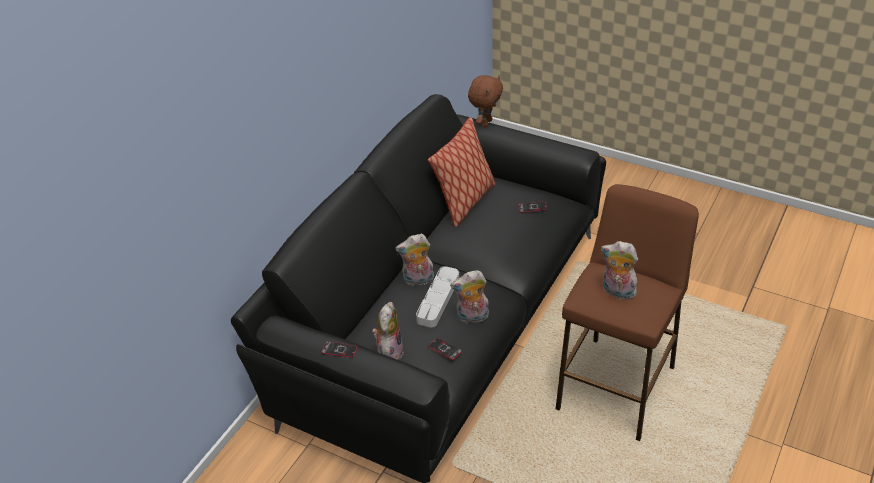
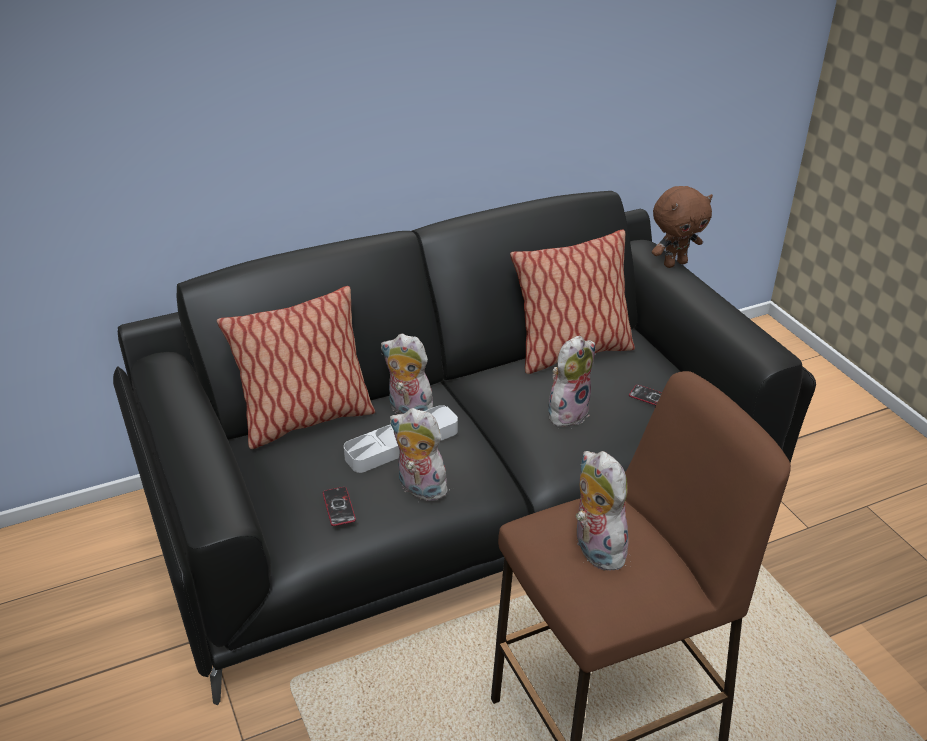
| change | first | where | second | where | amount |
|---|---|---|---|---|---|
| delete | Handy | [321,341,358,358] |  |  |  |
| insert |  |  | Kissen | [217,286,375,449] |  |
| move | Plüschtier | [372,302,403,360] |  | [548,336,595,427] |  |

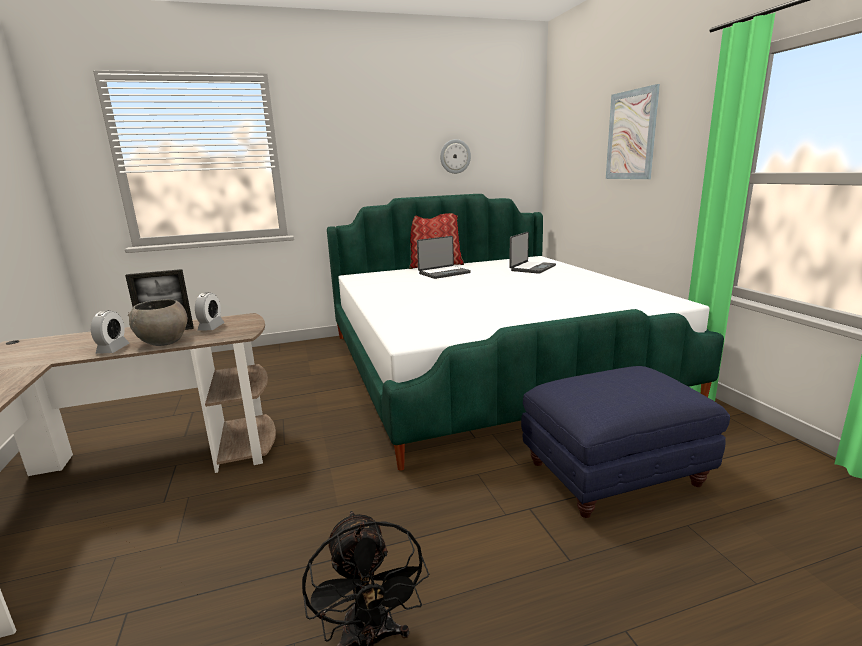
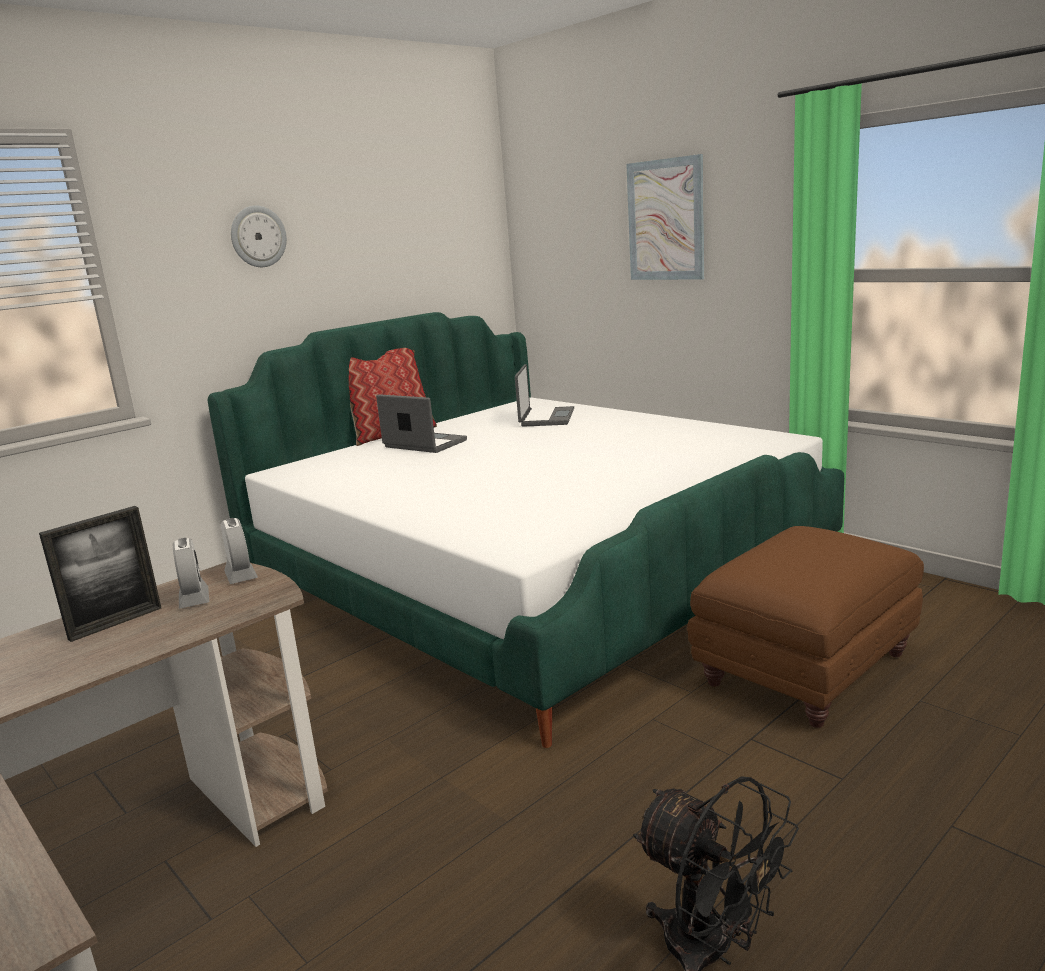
| change | first | where | second | where | amount |
|---|---|---|---|---|---|
| delete | Schüssel [grau] | [128,299,188,346] |  |  |  |
| move | Wecker | [91,310,129,354] |  | [221,518,258,584] |  |
| move | Wanduhr | [440,139,471,174] |  | [231,206,287,267] |  |
| recolor | Polsterhocker [blau] | [521,366,730,518] | Polsterhocker [braun] | [687,526,924,728] |  |
| rotate | Laptop | [417,236,471,279] |  | [376,394,467,453] | 90 degrees counterclockwise |

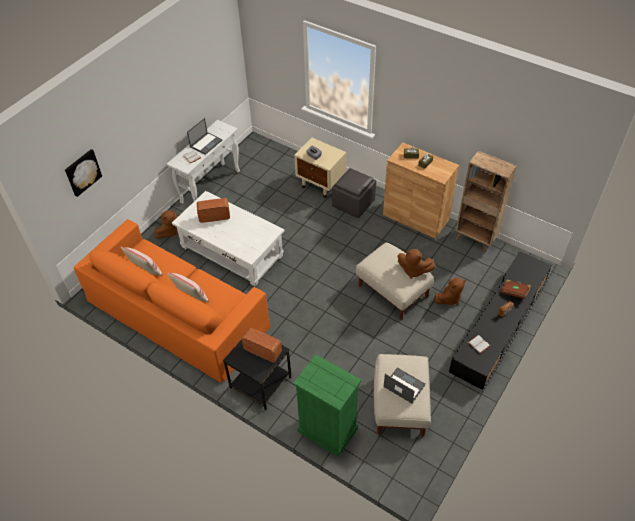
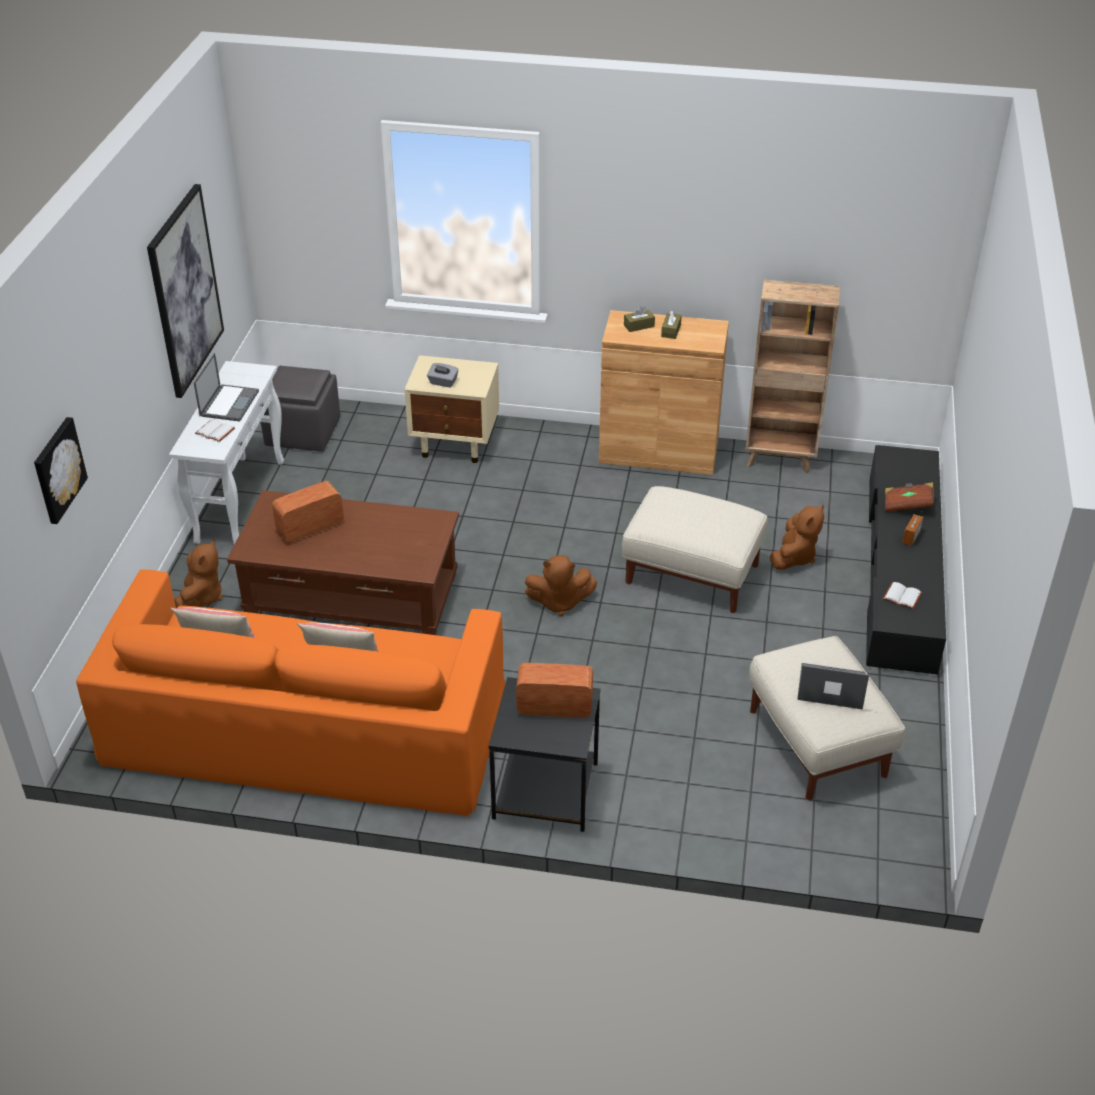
| change | first | where | second | where | amount |
|---|---|---|---|---|---|
| delete | Kommode [grün] | [293,354,361,457] |  |  |  |
| insert |  |  | Bild | [147,184,224,398] |  |
| move | Polsterhocker [grau] | [332,168,376,218] |  | [261,366,340,452] |  |
| move | Plüschtier [braun] | [397,249,436,279] |  | [525,555,597,616] |  |
| recolor | Couchtisch [weiß] | [172,191,284,286] | Couchtisch [braun] | [227,490,459,635] |  |

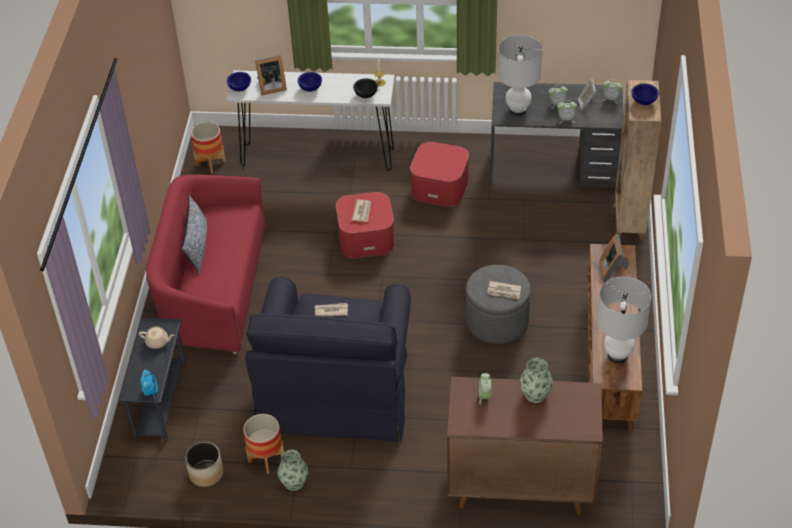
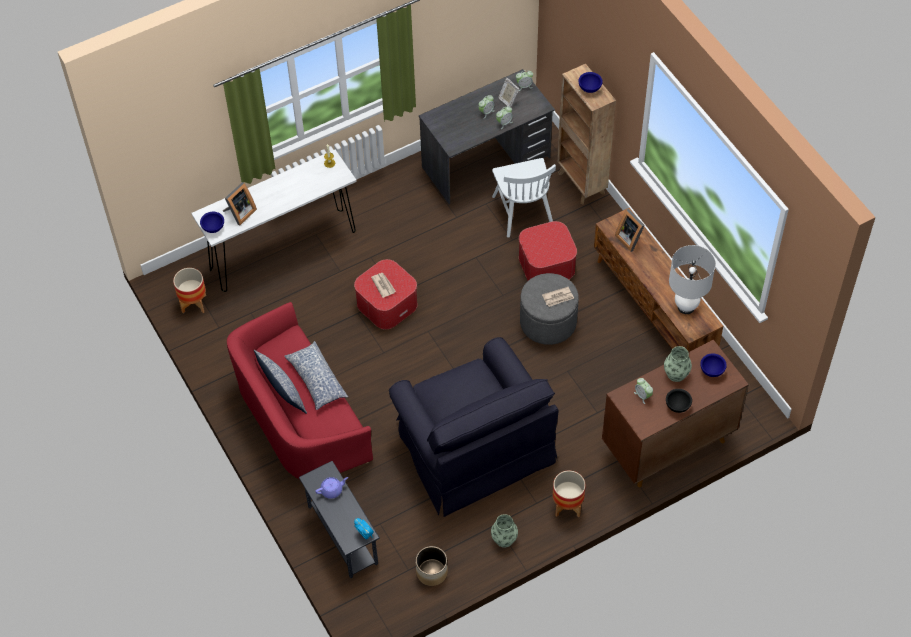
| change | first | where | second | where | amount |
|---|---|---|---|---|---|
| delete | Zeitung | [315,303,348,316] |  |  |  |
| delete | Tischlampe [weiß] | [498,35,543,116] |  |  |  |
| insert |  |  | Kissen | [284,341,348,410] |  |
| insert |  |  | Stuhl [weiß] | [492,158,556,238] |  |
| move | Pflanzkübel | [243,414,284,474] |  | [553,471,585,517] |  |
| move | Schüssel [blau] | [298,72,322,92] |  | [700,353,727,377] |  |
| move | Schüssel [schwarz] | [353,78,378,98] |  | [666,389,692,413] |  |
| move | Polsterhocker | [410,142,469,207] |  | [519,221,577,281] |  |
| recolor | Teekanne [beige] | [139,326,174,349] | Teekanne [lila] | [315,477,348,499] |  |

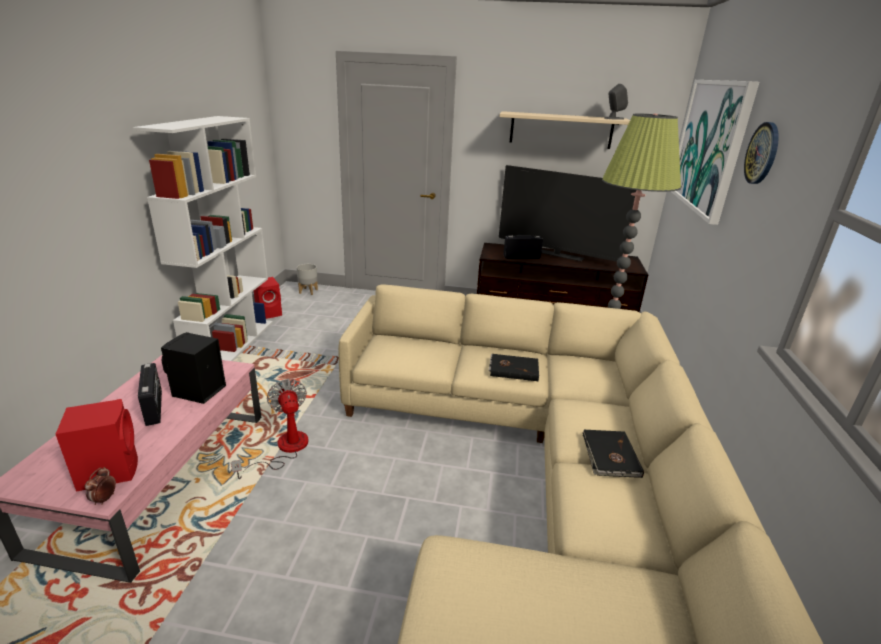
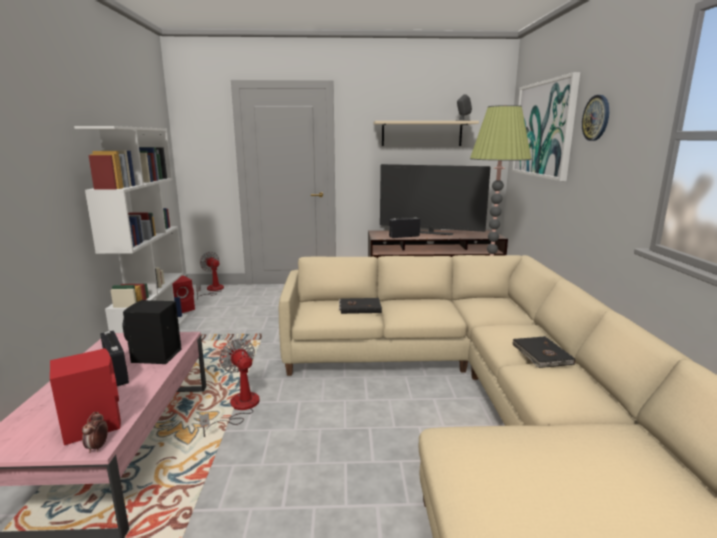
| change | first | where | second | where | amount |
|---|---|---|---|---|---|
| move | Buch [schwarz] | [489,354,539,381] |  | [339,298,382,314] |  |
| replace | Pflanzkübel [grau] | [297,264,318,295] | Ventilator | [196,252,224,300] |  |

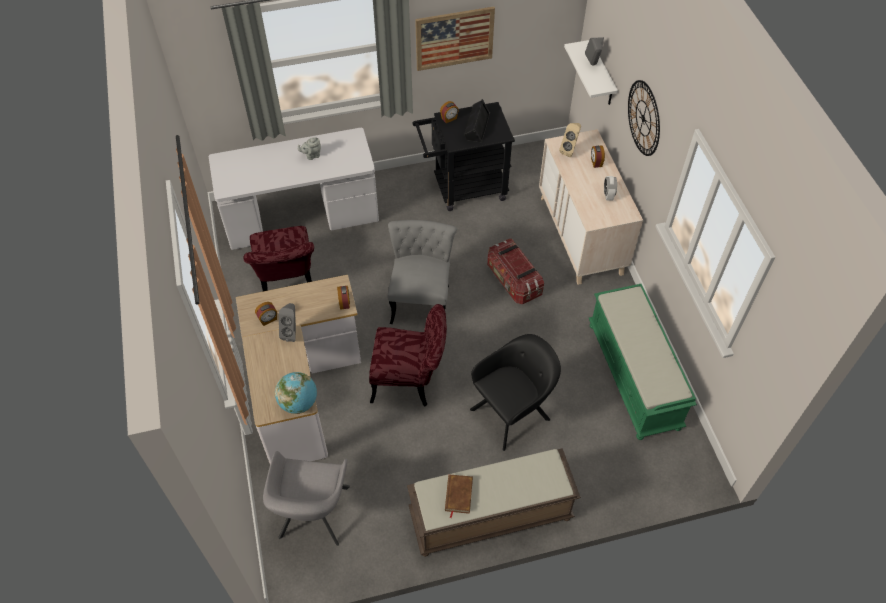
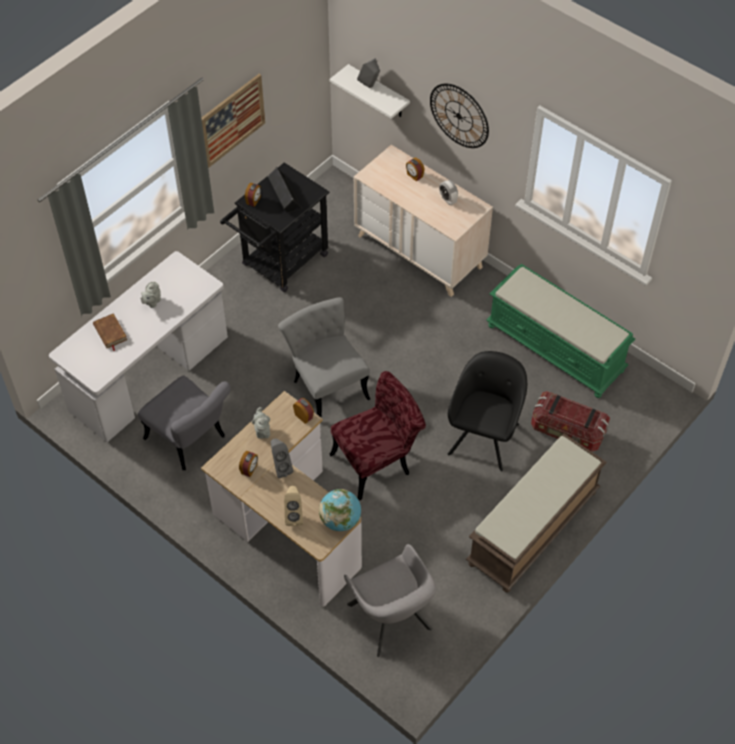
| change | first | where | second | where | amount |
|---|---|---|---|---|---|
| insert |  |  | Teekanne [grau] | [252,407,270,439] |  |
| move | Buch [braun] | [445,474,473,518] |  | [93,313,127,351] |  |
| move | Aufbewahrungsbox | [487,239,544,304] |  | [531,391,610,452] |  |
| move | Lautsprecher [beige] | [559,123,581,157] |  | [284,486,303,527] |  |
| recolor | Stuhl [rot] | [244,226,314,291] | Stuhl [grau] | [138,375,231,470] |  |

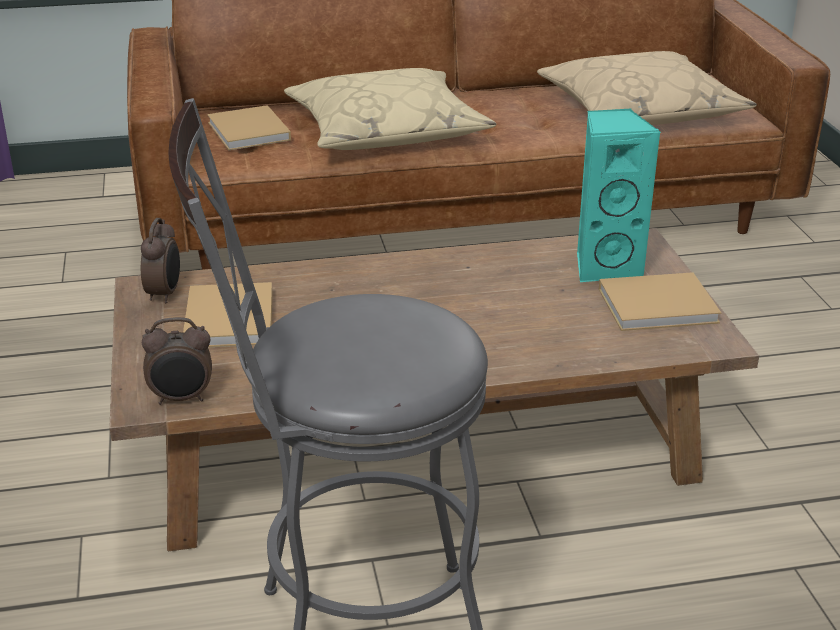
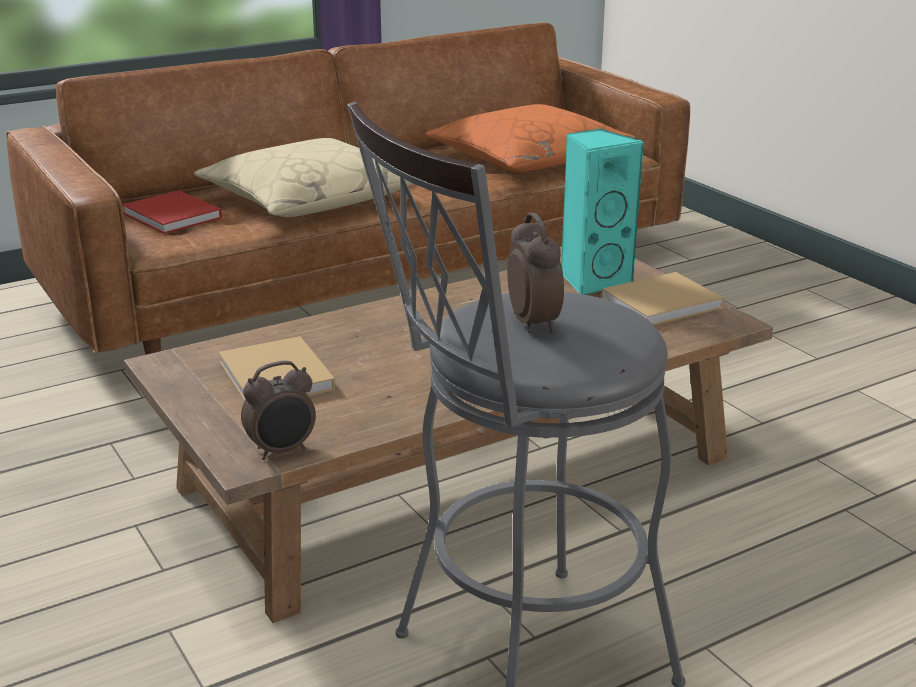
| change | first | where | second | where | amount |
|---|---|---|---|---|---|
| move | Wecker | [141,218,180,303] |  | [507,212,564,333] |  |
| recolor | Buch [beige] | [207,105,291,150] | Buch [rot] | [122,190,222,234] |  |
| recolor | Kissen [beige] | [537,51,757,125] | Kissen [orange] | [425,104,638,172] |  |

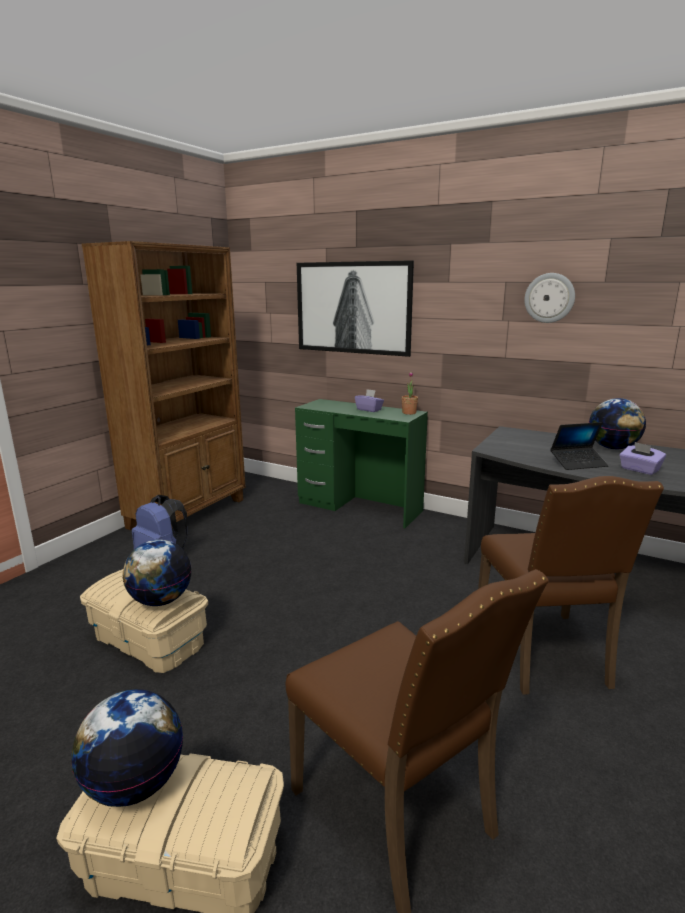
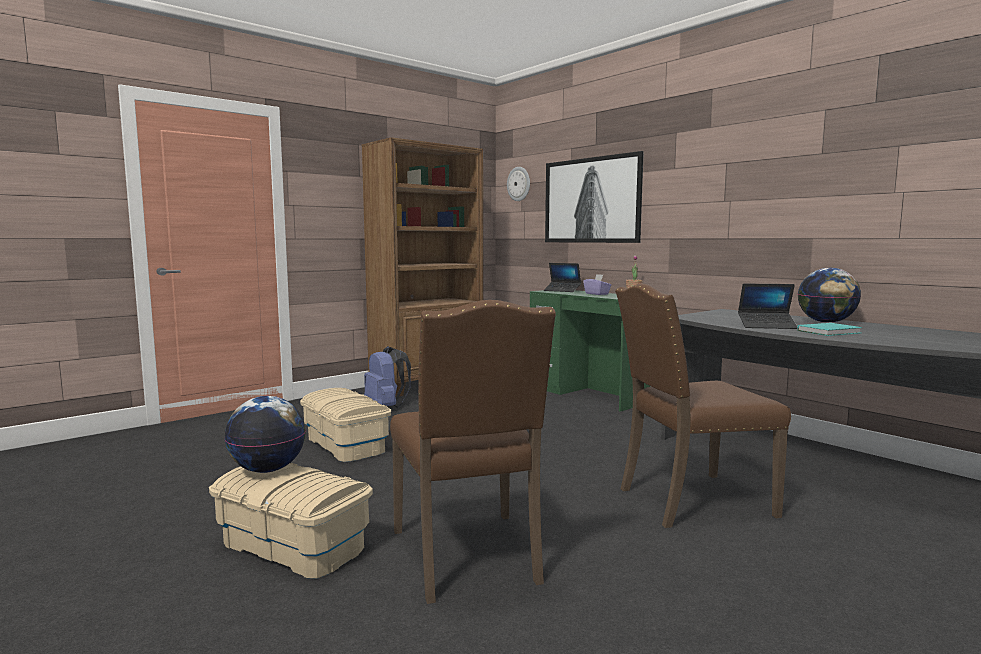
| change | first | where | second | where | amount |
|---|---|---|---|---|---|
| delete | Globus | [123,540,192,606] |  |  |  |
| insert |  |  | Laptop | [544,263,581,292] |  |
| move | Wanduhr | [524,273,575,323] |  | [507,167,530,201] |  |
| replace | Taschentuchbox [lila] | [619,442,666,475] | Buch [türkis] | [797,323,862,336] |  |
| rotate | Stuhl [braun] | [478,476,664,695] |  | [615,284,791,528] | 60 degrees clockwise |

